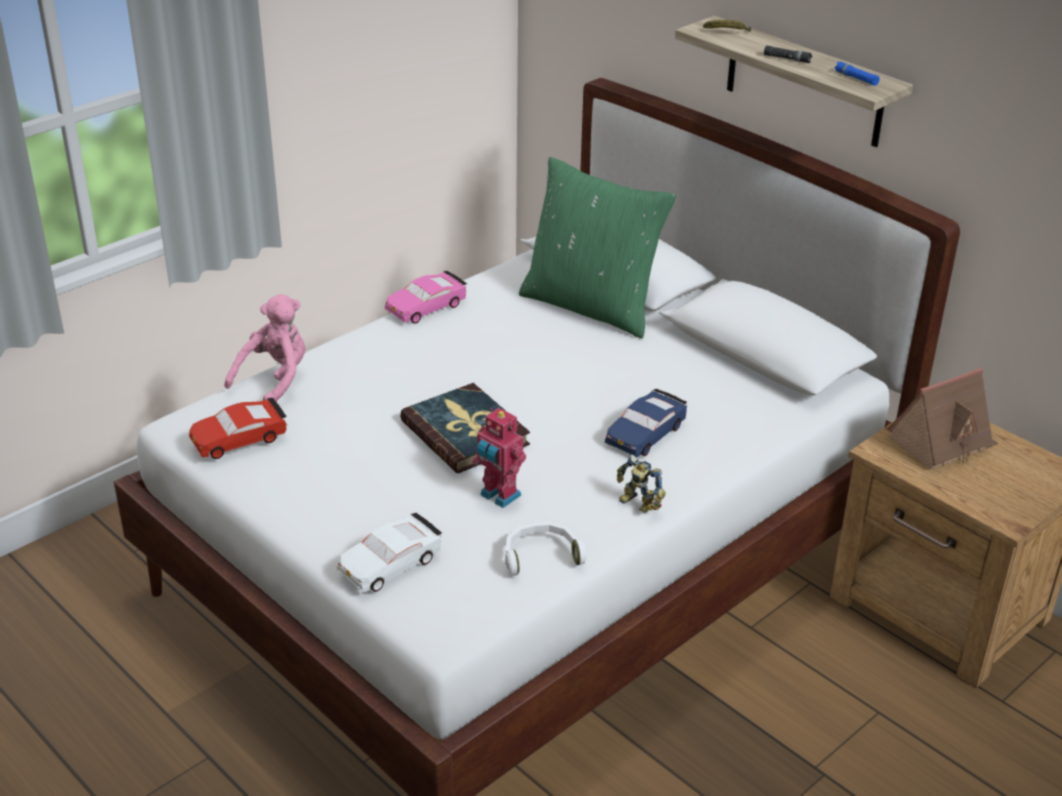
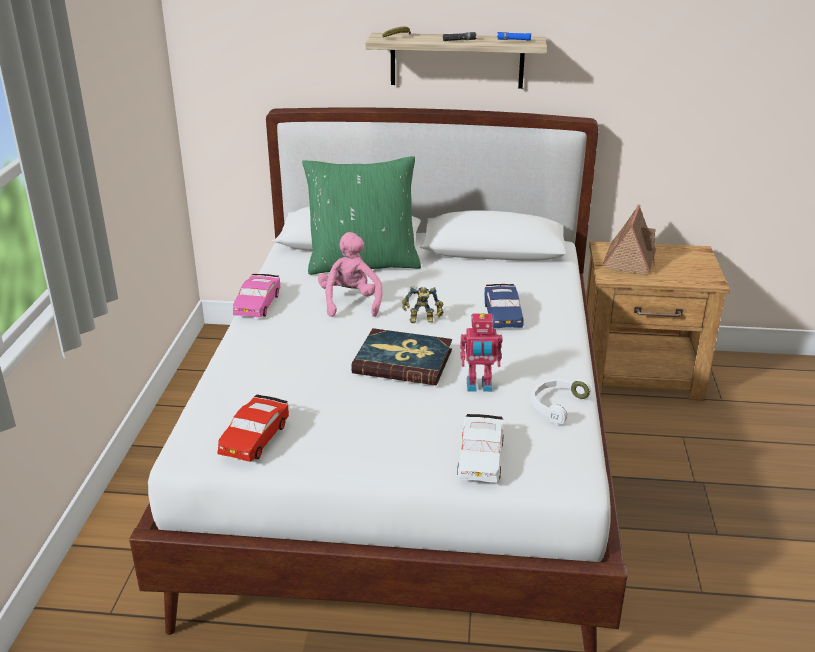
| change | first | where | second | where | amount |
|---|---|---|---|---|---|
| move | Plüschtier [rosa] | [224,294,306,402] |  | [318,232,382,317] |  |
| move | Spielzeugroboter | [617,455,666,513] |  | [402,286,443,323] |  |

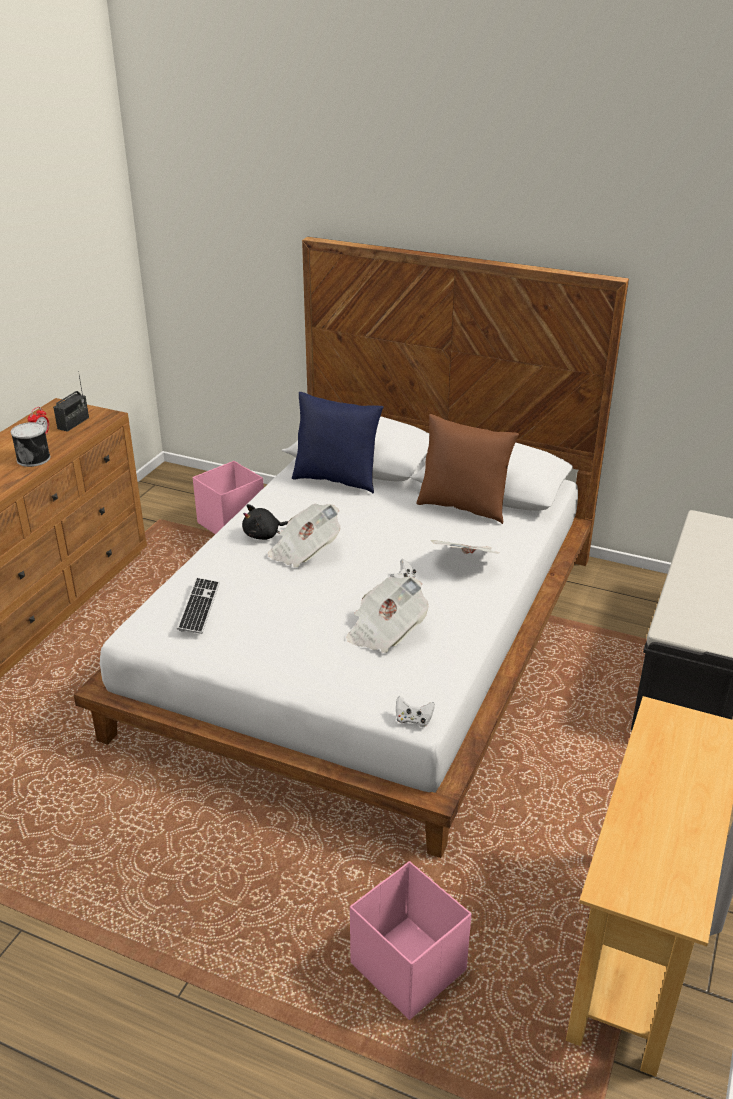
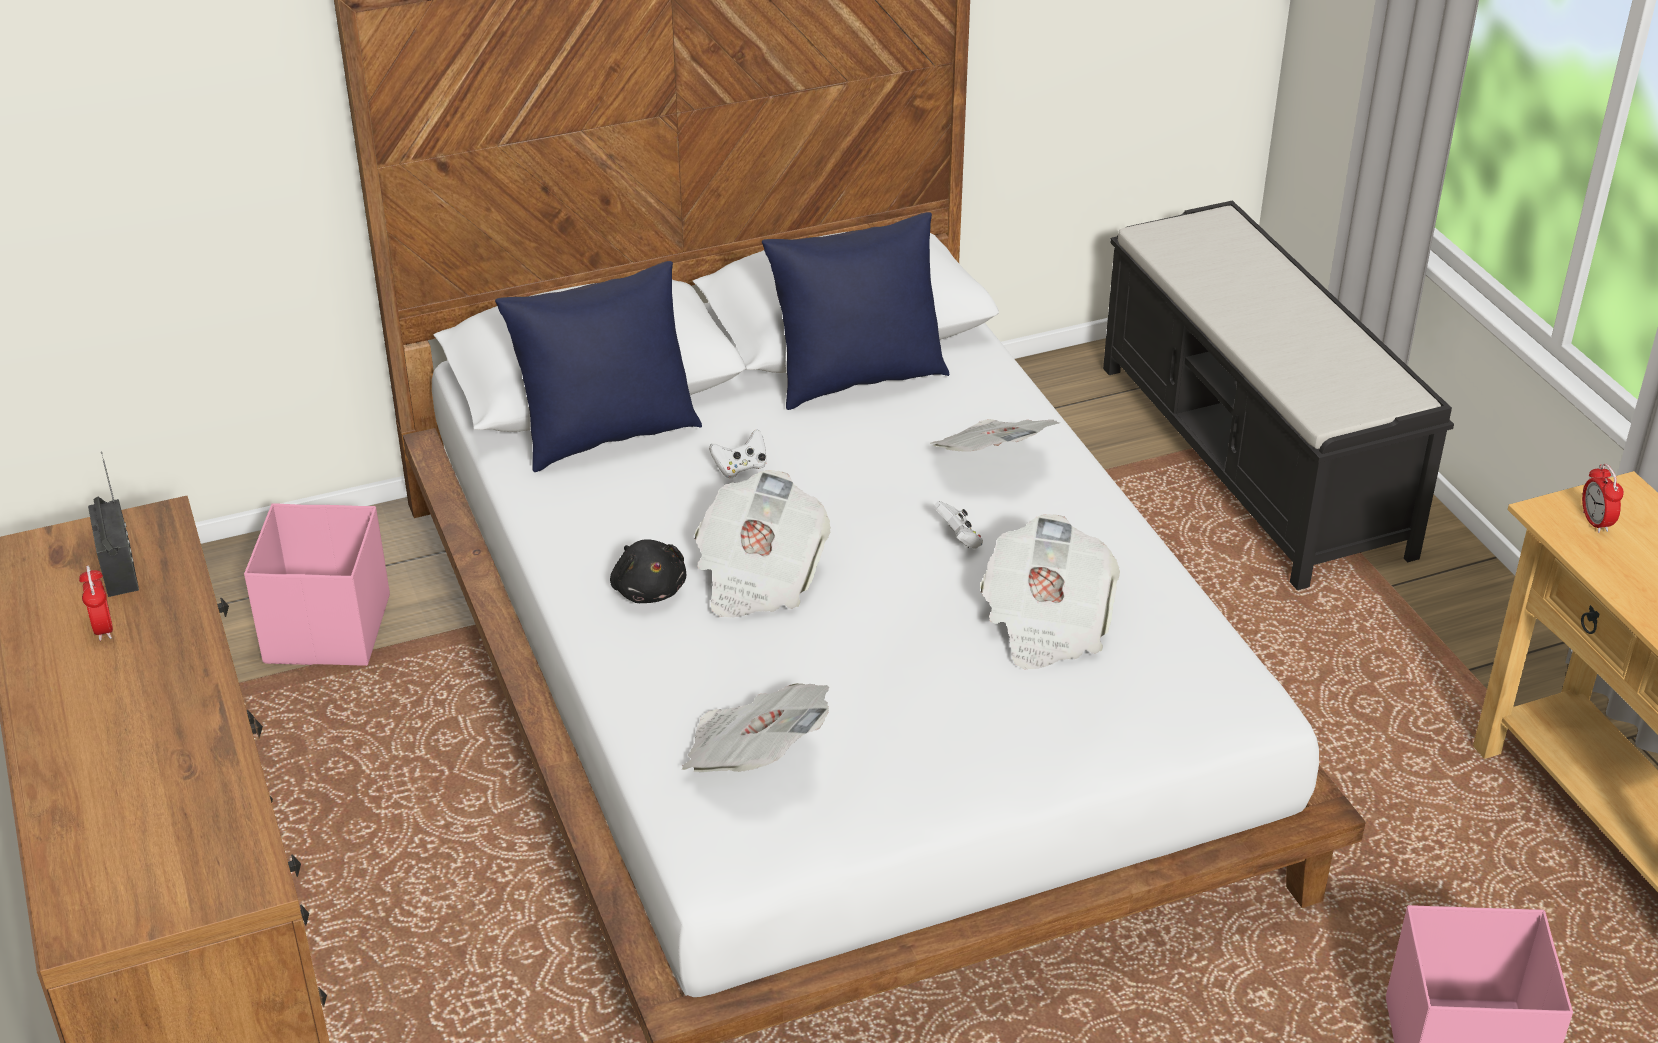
| change | first | where | second | where | amount |
|---|---|---|---|---|---|
| delete | Dose | [11,422,50,467] |  |  |  |
| insert |  |  | Wecker | [1582,464,1624,533] |  |
| move | Gamepad [weiß] | [396,696,435,727] |  | [709,429,766,478] |  |
| replace | Tastatur | [177,577,220,634] | Zeitung | [682,683,830,772] |  |
| recolor | Kissen [braun] | [416,414,519,524] | Kissen [blau] | [762,212,949,410] |  |
| rotate | Plüschtier [schwarz] | [242,504,288,540] |  | [610,539,686,603] | 45 degrees counterclockwise |

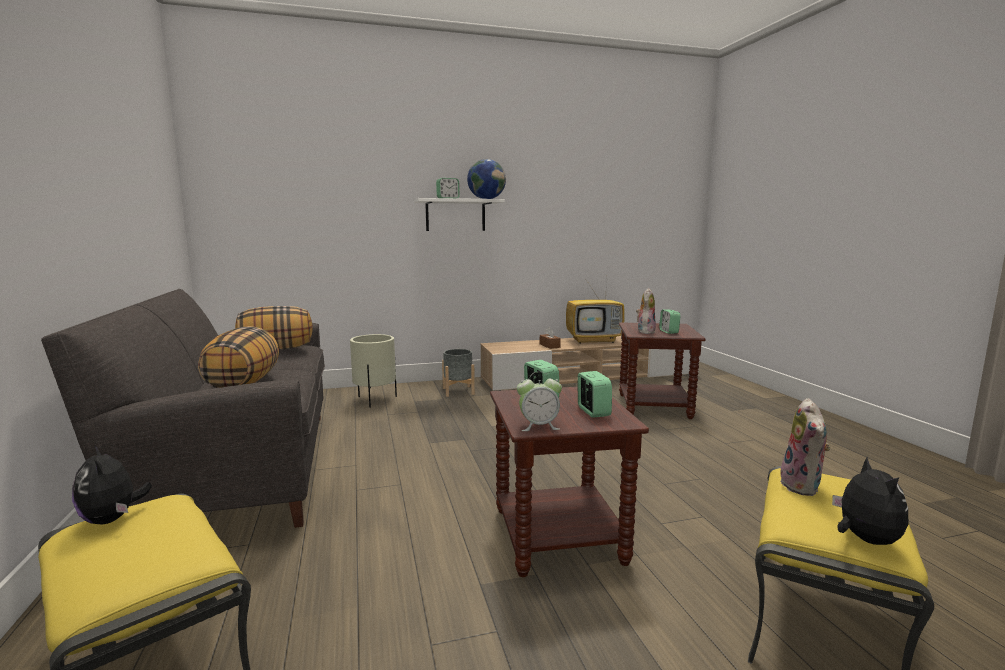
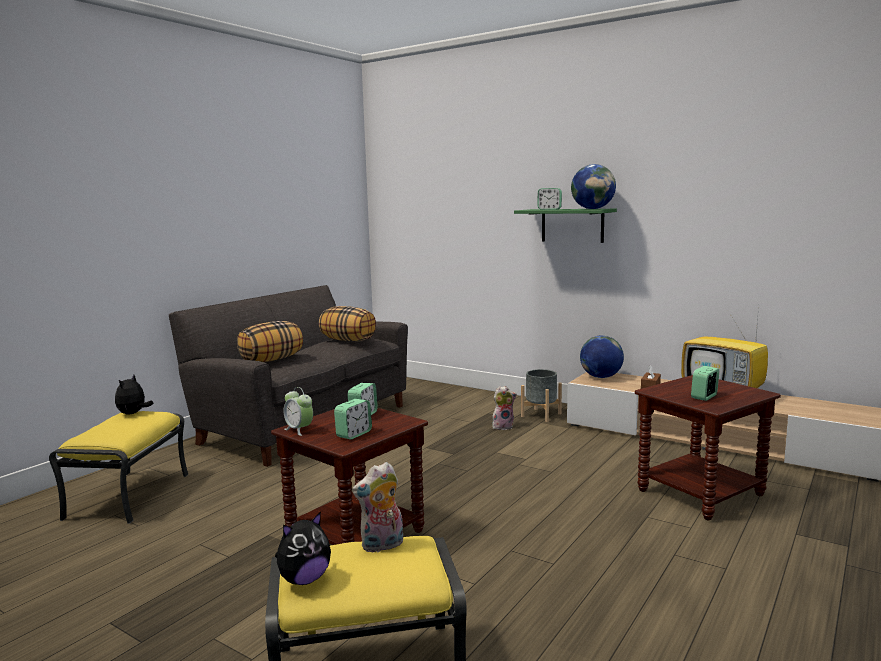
| change | first | where | second | where | amount |
|---|---|---|---|---|---|
| delete | Pflanzkübel [beige] | [350,334,397,408] |  |  |  |
| insert |  |  | Globus | [580,335,624,378] |  |
| move | Plüschtier | [636,288,656,334] |  | [492,386,517,430] |  |
| recolor | Wandregal [weiß] | [414,198,505,231] | Wandregal [grün] | [514,209,617,243] |  |

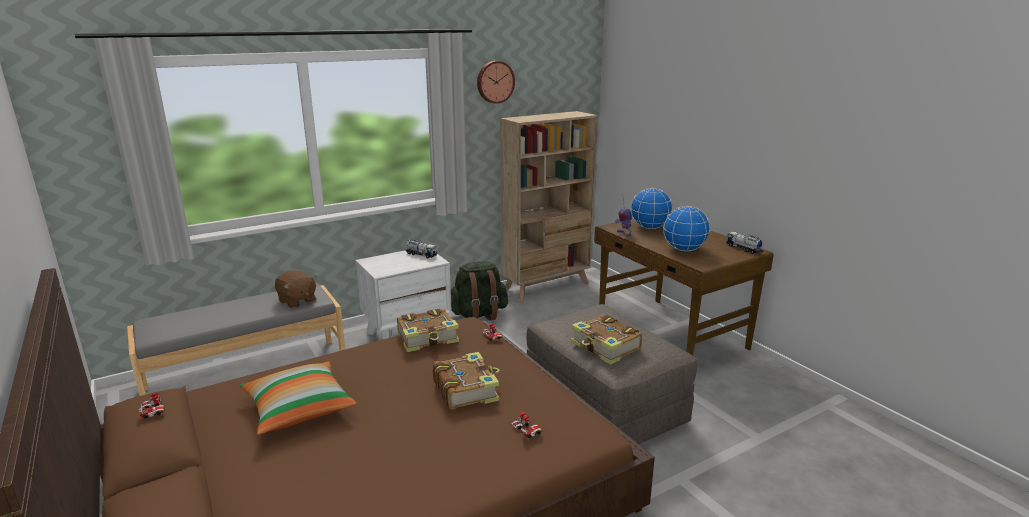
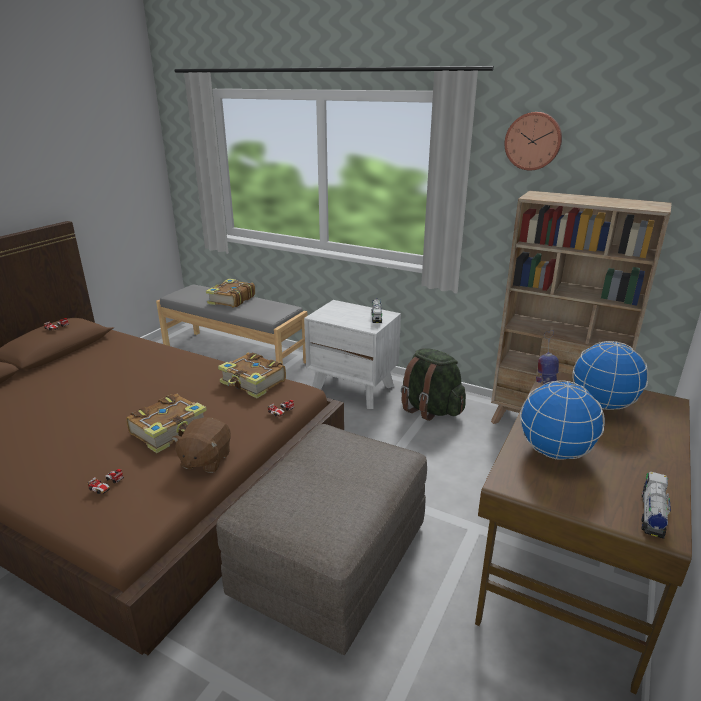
| change | first | where | second | where | amount |
|---|---|---|---|---|---|
| delete | Kissen | [239,361,357,435] |  |  |  |
| move | Plüschtier [braun] | [275,270,316,308] |  | [172,417,231,473] |  |
| move | Buch | [571,314,642,365] |  | [206,279,255,307] |  |

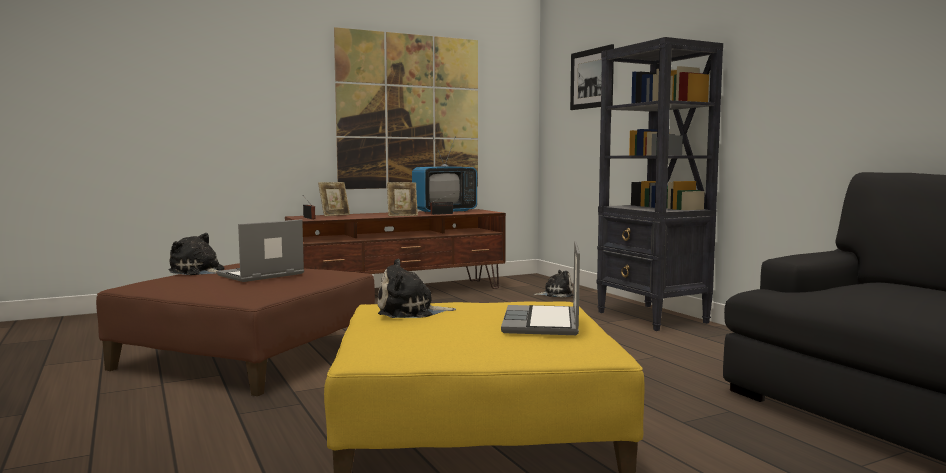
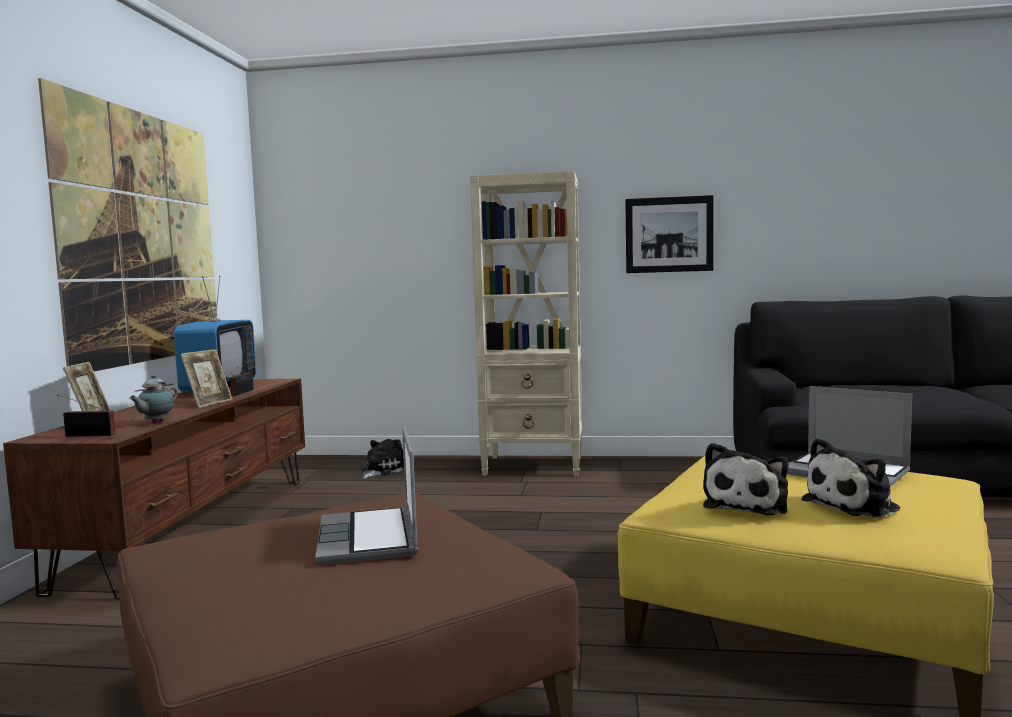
| change | first | where | second | where | amount |
|---|---|---|---|---|---|
| insert |  |  | Teekanne | [129,374,178,424] |  |
| move | Plüschtier | [169,233,224,275] |  | [802,438,900,518] |  |
| move | Bild | [570,44,614,110] |  | [625,195,714,273] |  |
| recolor | Bücherregal [schwarz] | [596,37,723,331] | Bücherregal [beige] | [470,171,582,477] |  |

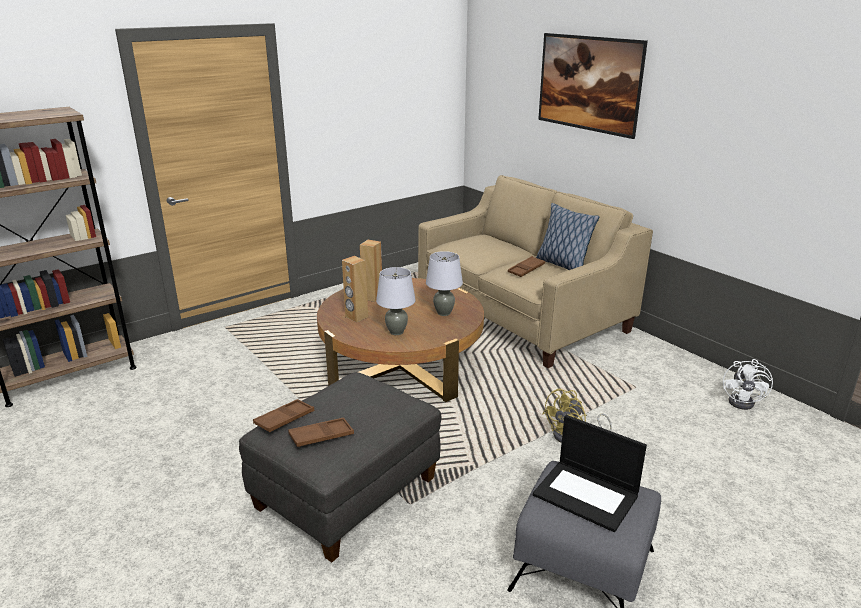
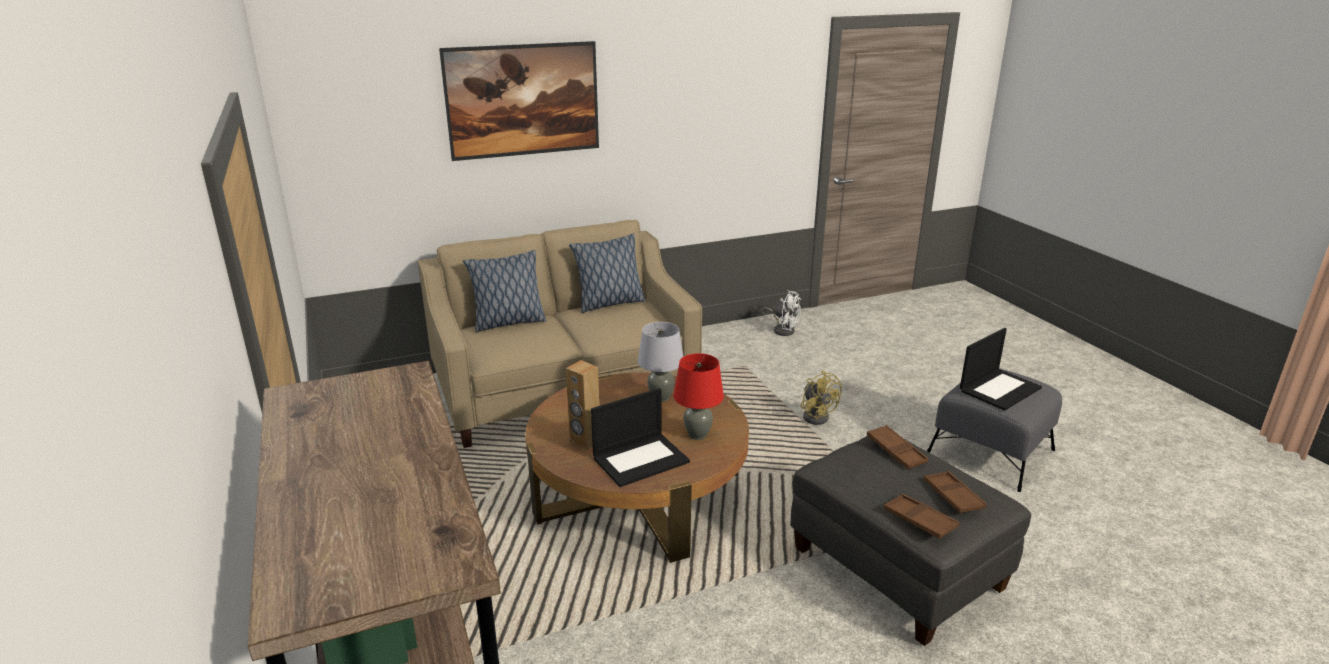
| change | first | where | second | where | amount |
|---|---|---|---|---|---|
| insert |  |  | Kissen | [463,250,547,333] |  |
| move | Tablett [braun] | [508,256,545,277] |  | [867,425,928,469] |  |
| replace | Lautsprecher [braun] | [342,256,368,322] | Laptop | [591,388,690,487] |  |
| recolor | Tischlampe [grau] | [376,267,416,335] | Tischlampe [rot] | [673,353,724,440] |  |

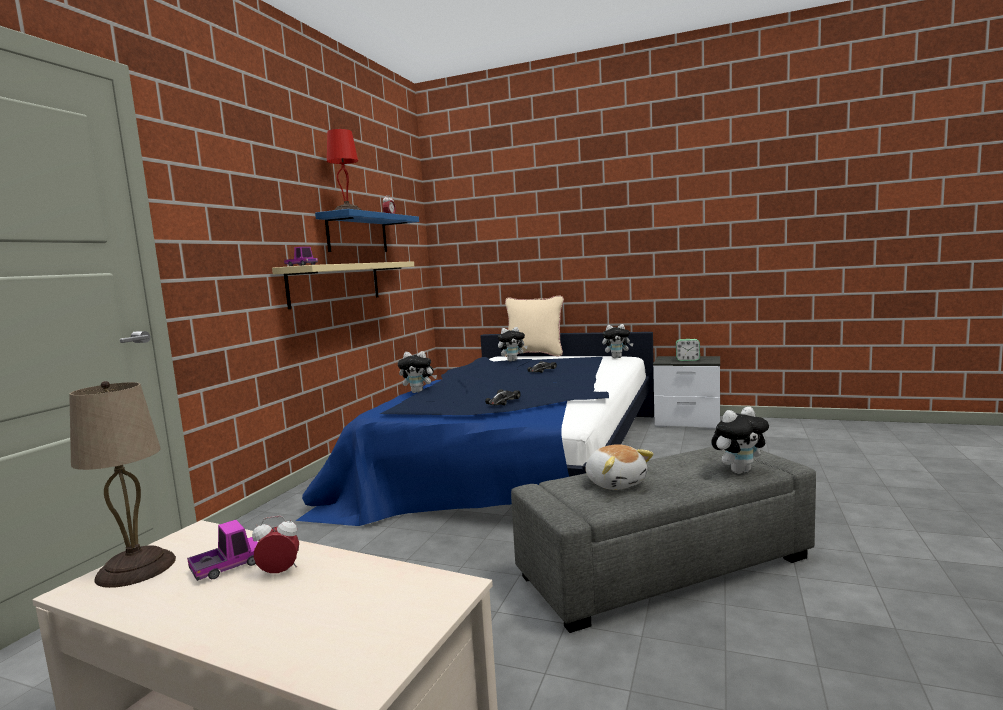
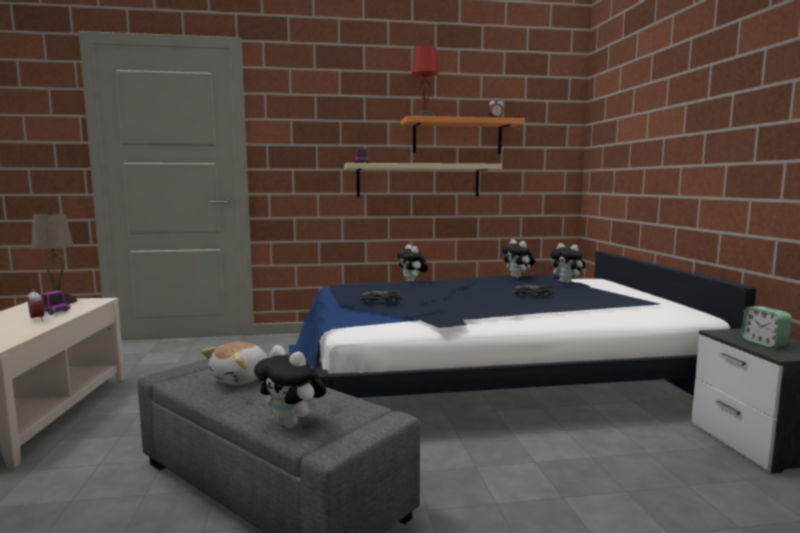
| change | first | where | second | where | amount |
|---|---|---|---|---|---|
| delete | Kissen [beige] | [505,295,564,357] |  |  |  |
| move | Plüschtier | [602,324,634,358] |  | [502,239,535,278] |  |
| recolor | Wandregal [blau] | [315,209,419,252] | Wandregal [orange] | [401,116,525,154] |  |

